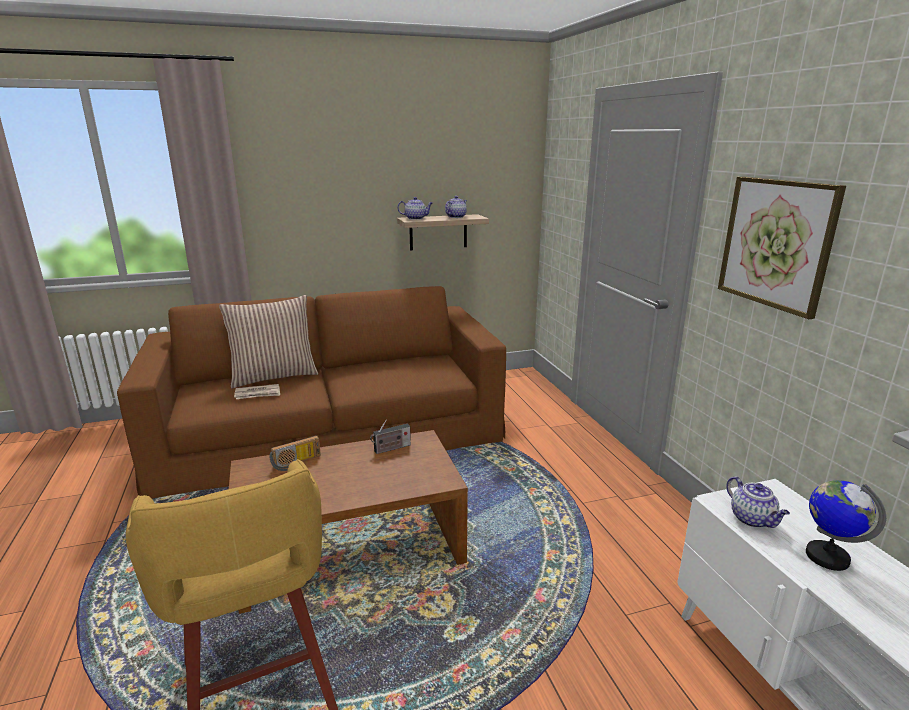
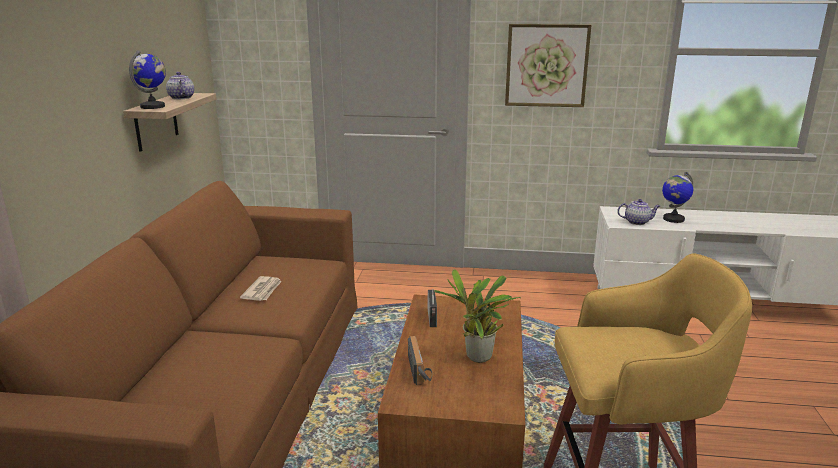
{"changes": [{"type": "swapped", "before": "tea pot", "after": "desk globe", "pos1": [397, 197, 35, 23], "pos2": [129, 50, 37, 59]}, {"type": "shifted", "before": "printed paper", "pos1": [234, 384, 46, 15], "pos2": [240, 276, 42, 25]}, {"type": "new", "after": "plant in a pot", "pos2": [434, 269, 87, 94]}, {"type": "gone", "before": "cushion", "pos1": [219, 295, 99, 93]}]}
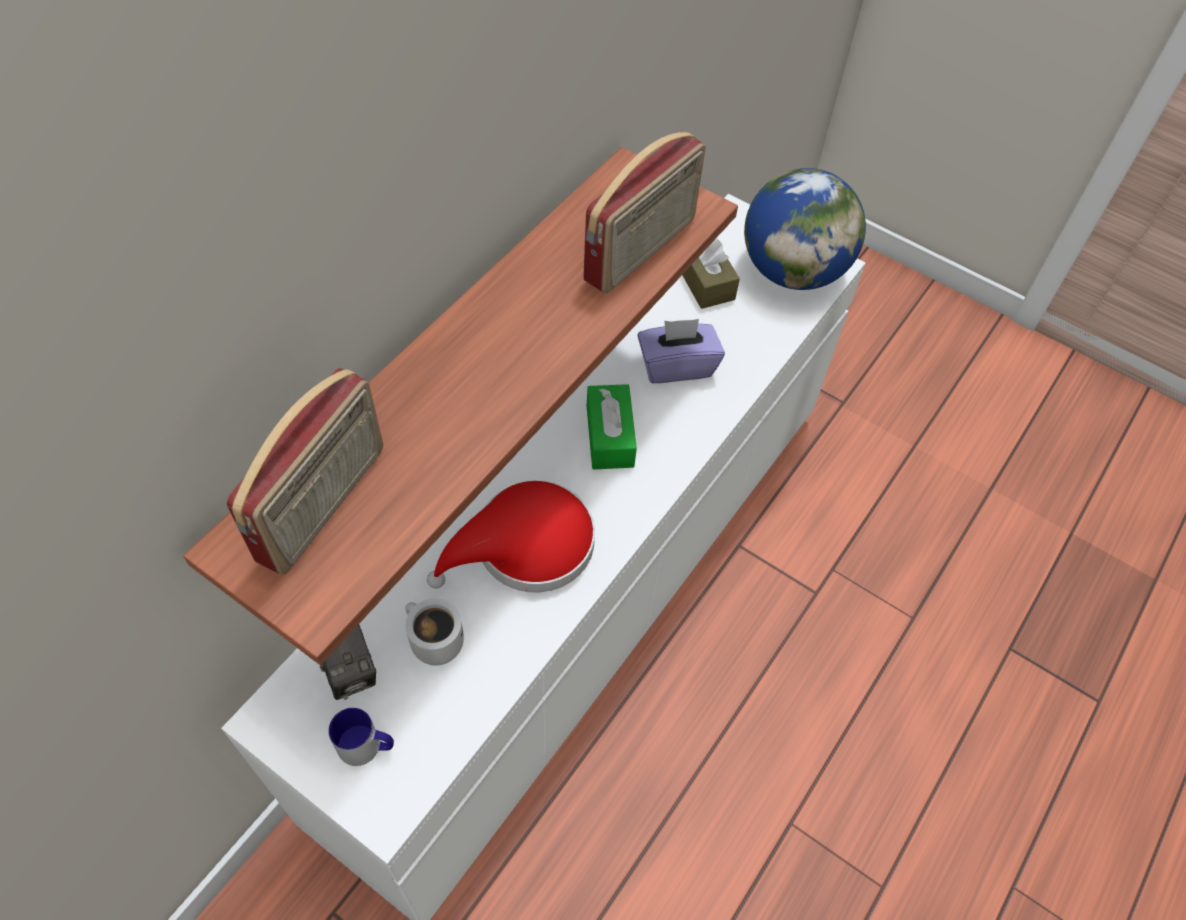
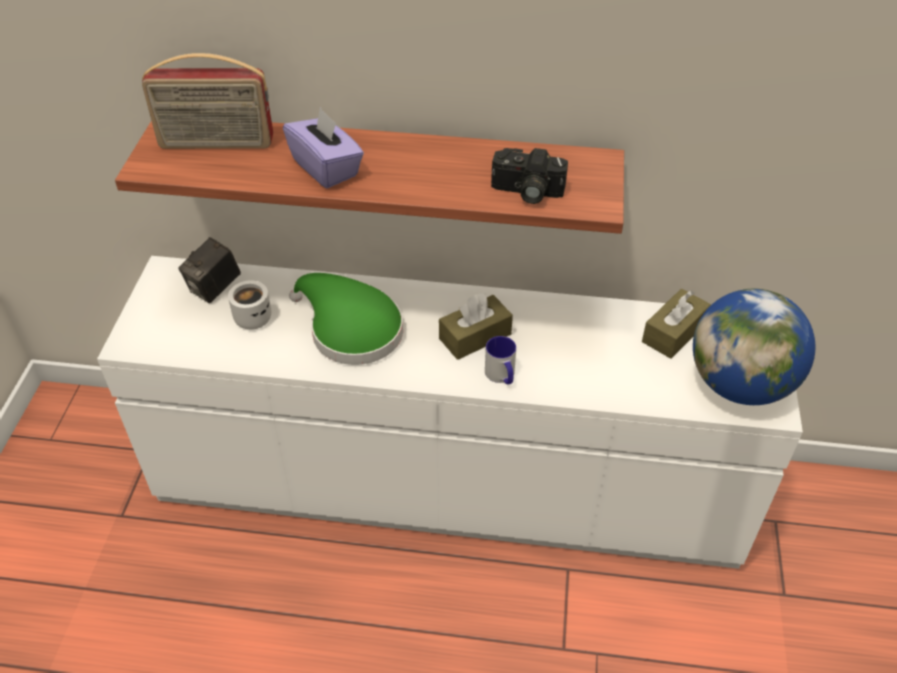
{"changes": [{"type": "shifted", "before": "purple-coloured box of tissues", "pos1": [637, 319, 88, 64], "pos2": [283, 107, 81, 82]}, {"type": "repainted", "before": "red-coloured wearable hat", "after": "green wearable hat", "pos1": [427, 481, 168, 112], "pos2": [289, 273, 114, 92]}, {"type": "repainted", "before": "green box of tissues", "after": "brownish box of tissues", "pos1": [587, 384, 50, 85], "pos2": [439, 293, 74, 67]}, {"type": "shifted", "before": "mug", "pos1": [328, 708, 66, 58], "pos2": [485, 336, 31, 48]}, {"type": "swapped", "before": "radio", "after": "photo camera", "pos1": [583, 131, 123, 162], "pos2": [491, 148, 77, 56]}]}
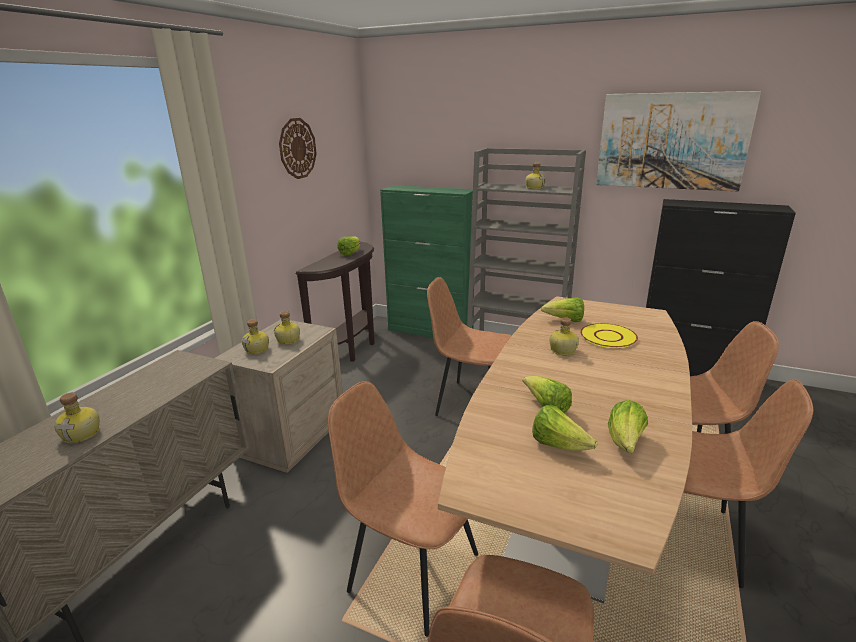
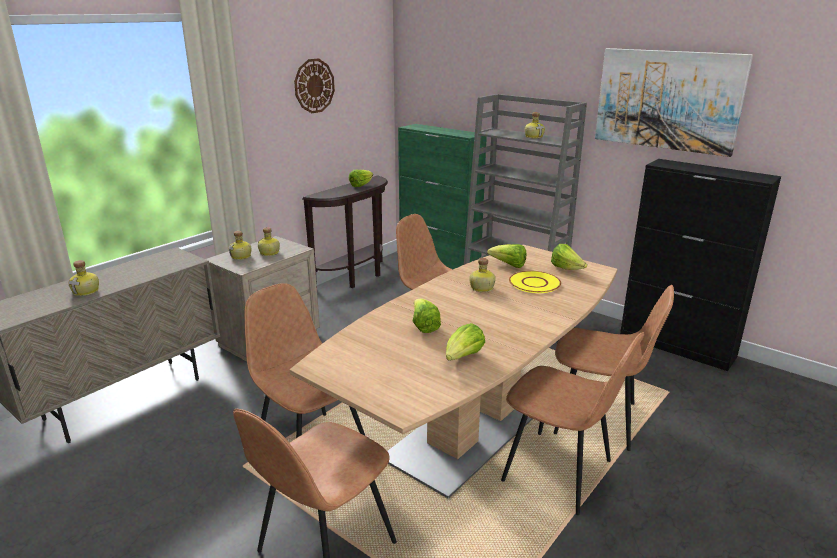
{"changes": [{"type": "shifted", "before": "lettuce", "pos1": [532, 405, 66, 46], "pos2": [551, 244, 36, 26]}]}
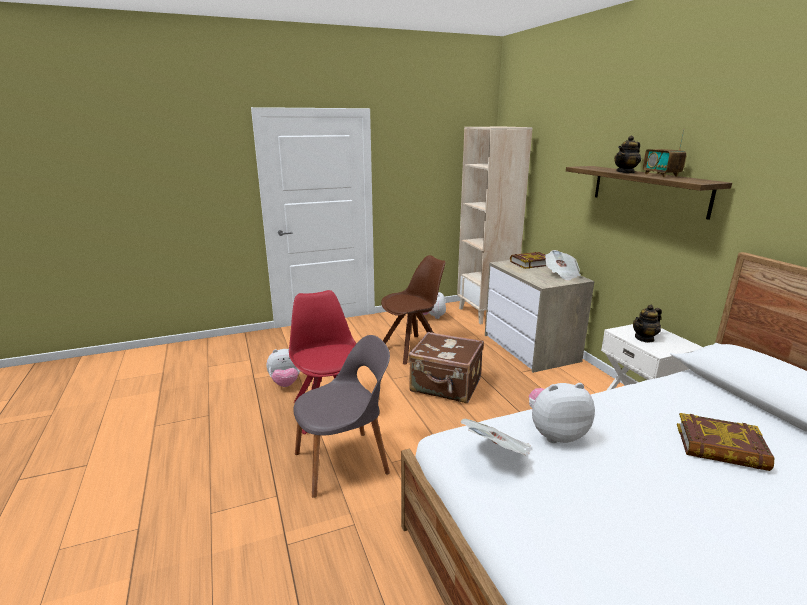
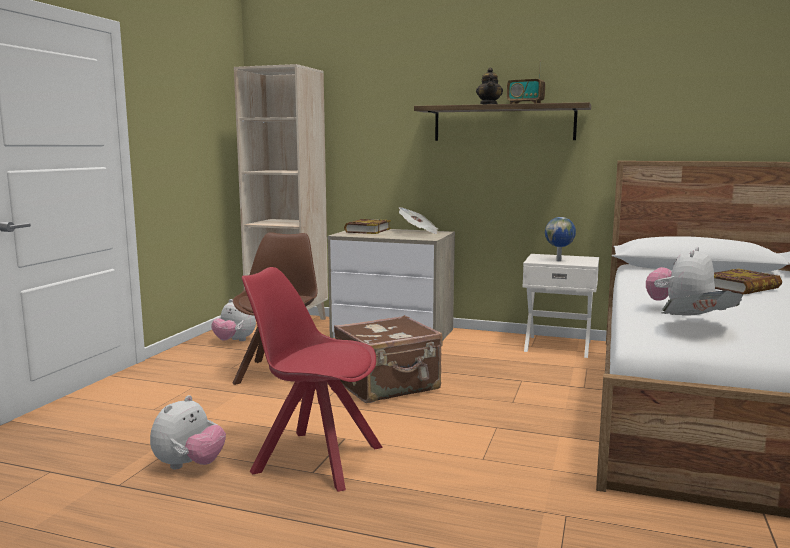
{"changes": [{"type": "swapped", "before": "tea pot", "after": "desk globe", "pos1": [633, 305, 29, 38], "pos2": [545, 217, 31, 44]}, {"type": "gone", "before": "grey upright chair", "pos1": [293, 335, 97, 163]}]}
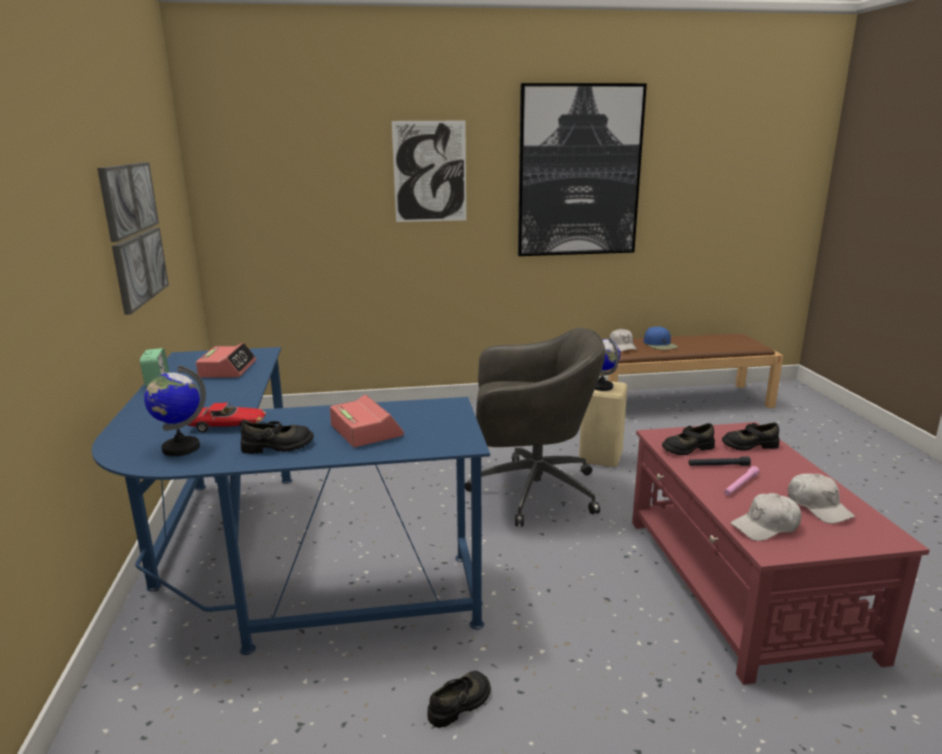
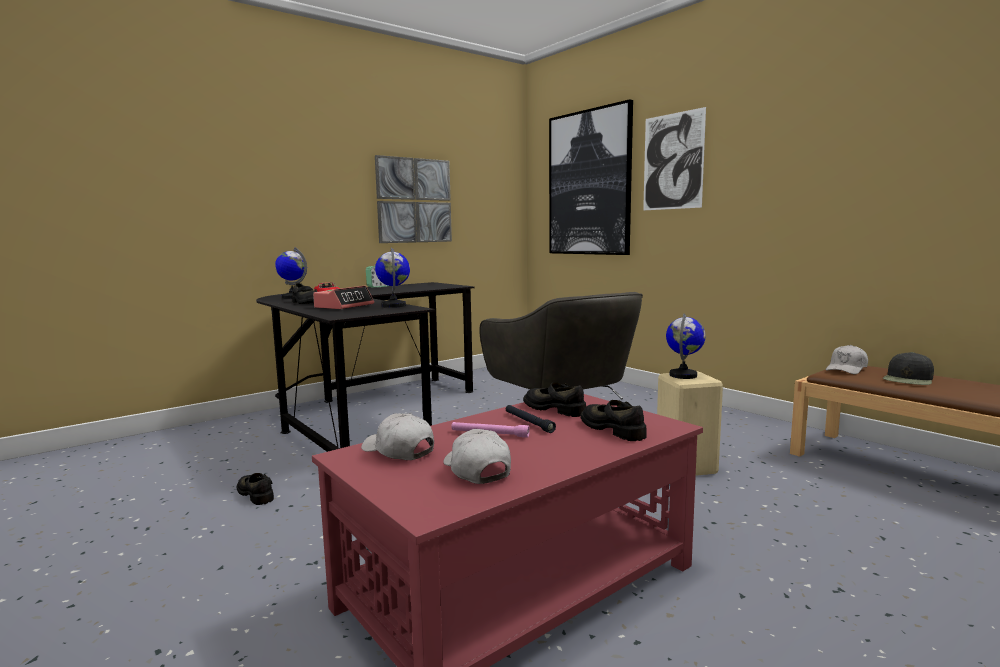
{"changes": [{"type": "rotated", "before": "black item of footwear", "pos1": [427, 671, 64, 57], "pos2": [237, 473, 37, 32], "turn": -150}, {"type": "repainted", "before": "bluish desk", "after": "black desk", "pos1": [92, 347, 398, 308], "pos2": [256, 282, 218, 170]}, {"type": "new", "after": "desk globe", "pos2": [375, 247, 35, 61]}, {"type": "rotated", "before": "whitish cap", "pos1": [788, 474, 67, 50], "pos2": [443, 429, 68, 55], "turn": 120}, {"type": "shifted", "before": "picture", "pos1": [518, 83, 129, 173], "pos2": [549, 99, 84, 156]}, {"type": "repainted", "before": "bluish cap", "after": "black cap", "pos1": [644, 326, 34, 24], "pos2": [883, 352, 51, 33]}, {"type": "gone", "before": "bedside clock", "pos1": [196, 343, 60, 34]}]}
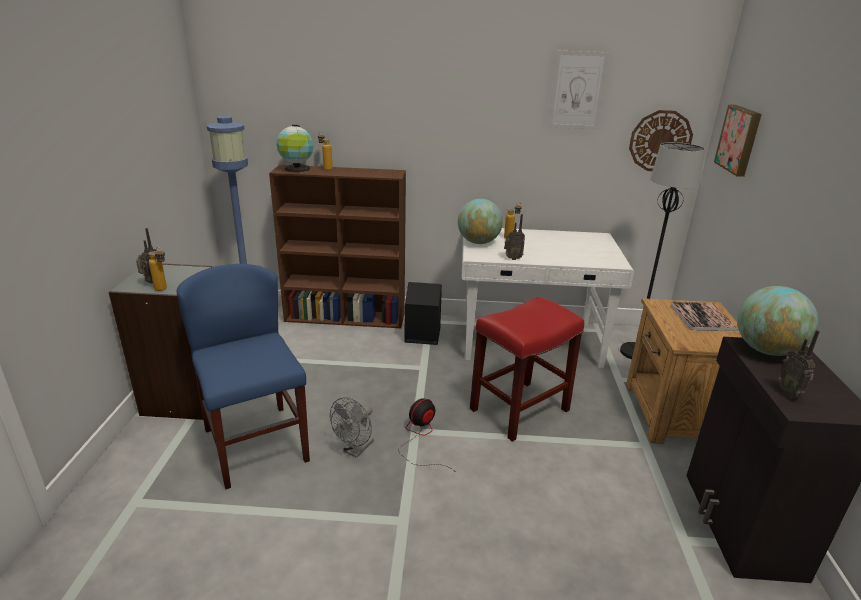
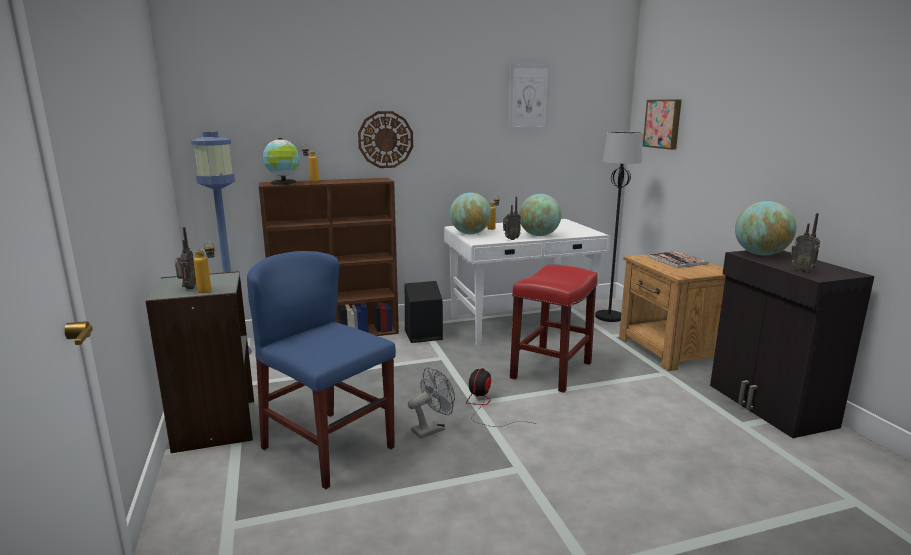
{"changes": [{"type": "shifted", "before": "wall clock", "pos1": [629, 110, 64, 61], "pos2": [358, 111, 55, 57]}, {"type": "rotated", "before": "grey cooling fan", "pos1": [330, 397, 44, 61], "pos2": [408, 367, 47, 72], "turn": -135}, {"type": "new", "after": "desk globe", "pos2": [519, 194, 43, 42]}]}
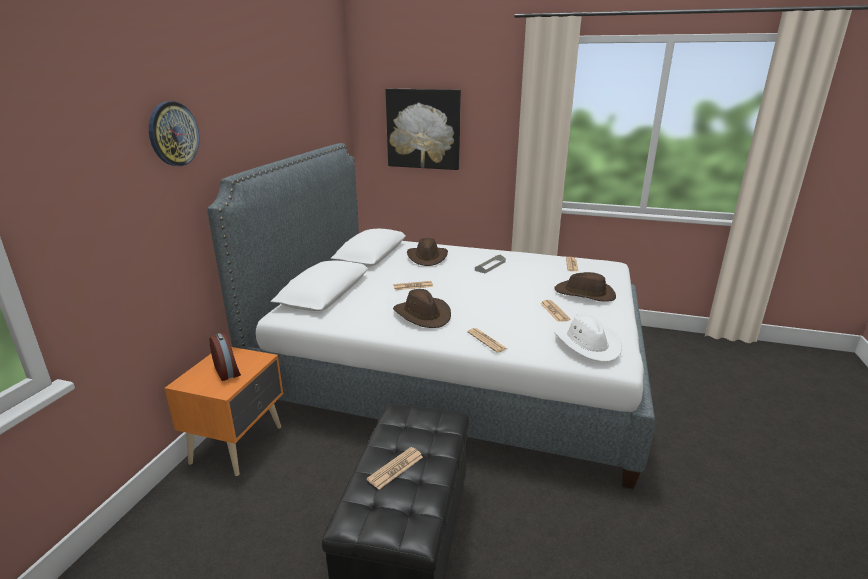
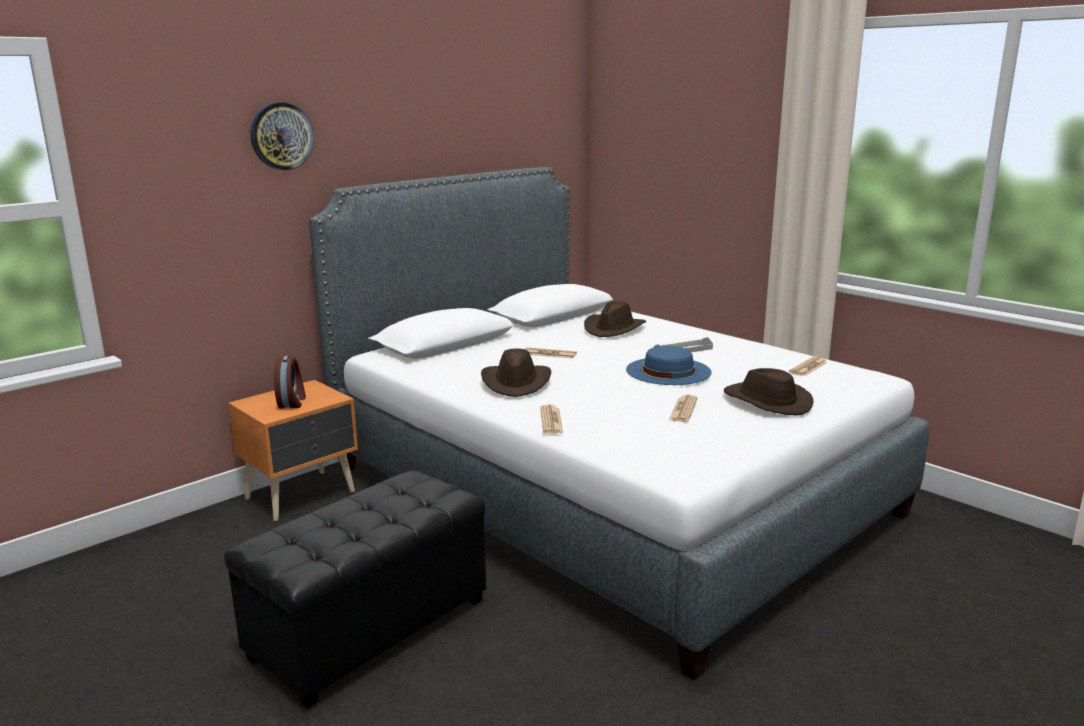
{"changes": [{"type": "new", "after": "bluish wearable hat", "pos2": [626, 346, 86, 39]}, {"type": "gone", "before": "printed paper", "pos1": [367, 447, 56, 43]}, {"type": "gone", "before": "picture", "pos1": [385, 89, 76, 81]}, {"type": "gone", "before": "whitish wearable hat", "pos1": [554, 314, 68, 48]}]}
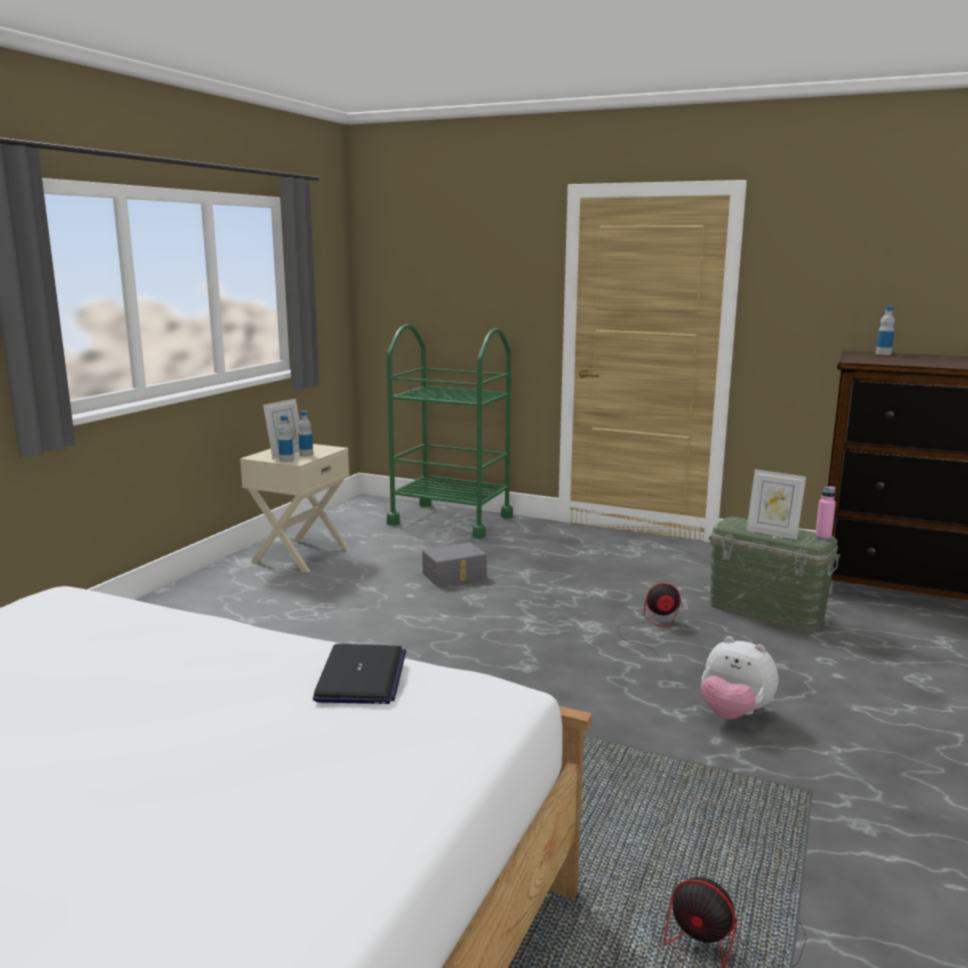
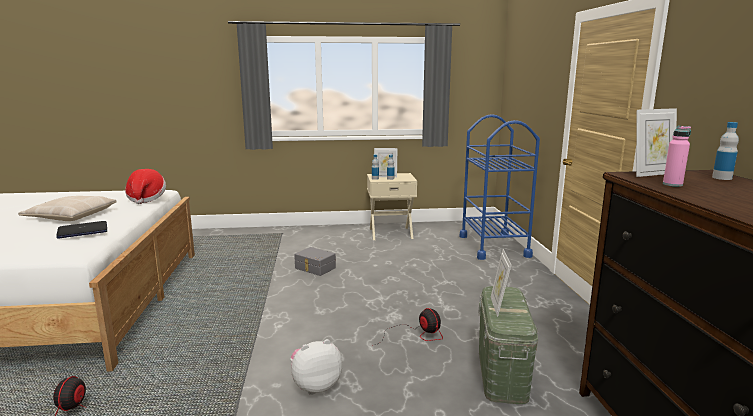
{"changes": [{"type": "new", "after": "sand-coloured cushion", "pos2": [18, 196, 99, 25]}, {"type": "new", "after": "wearable hat", "pos2": [125, 169, 41, 35]}, {"type": "rotated", "before": "plush toy", "pos1": [701, 636, 77, 83], "pos2": [290, 339, 52, 56], "turn": 60}, {"type": "shifted", "before": "grey storage box", "pos1": [422, 542, 65, 44], "pos2": [294, 247, 42, 29]}, {"type": "repainted", "before": "green trolley", "after": "bluish trolley", "pos1": [387, 324, 126, 215], "pos2": [460, 114, 80, 146]}, {"type": "new", "after": "picture frame", "pos2": [636, 108, 41, 69]}, {"type": "shifted", "before": "pinkish drink bottle", "pos1": [815, 486, 21, 53], "pos2": [663, 126, 28, 61]}]}
